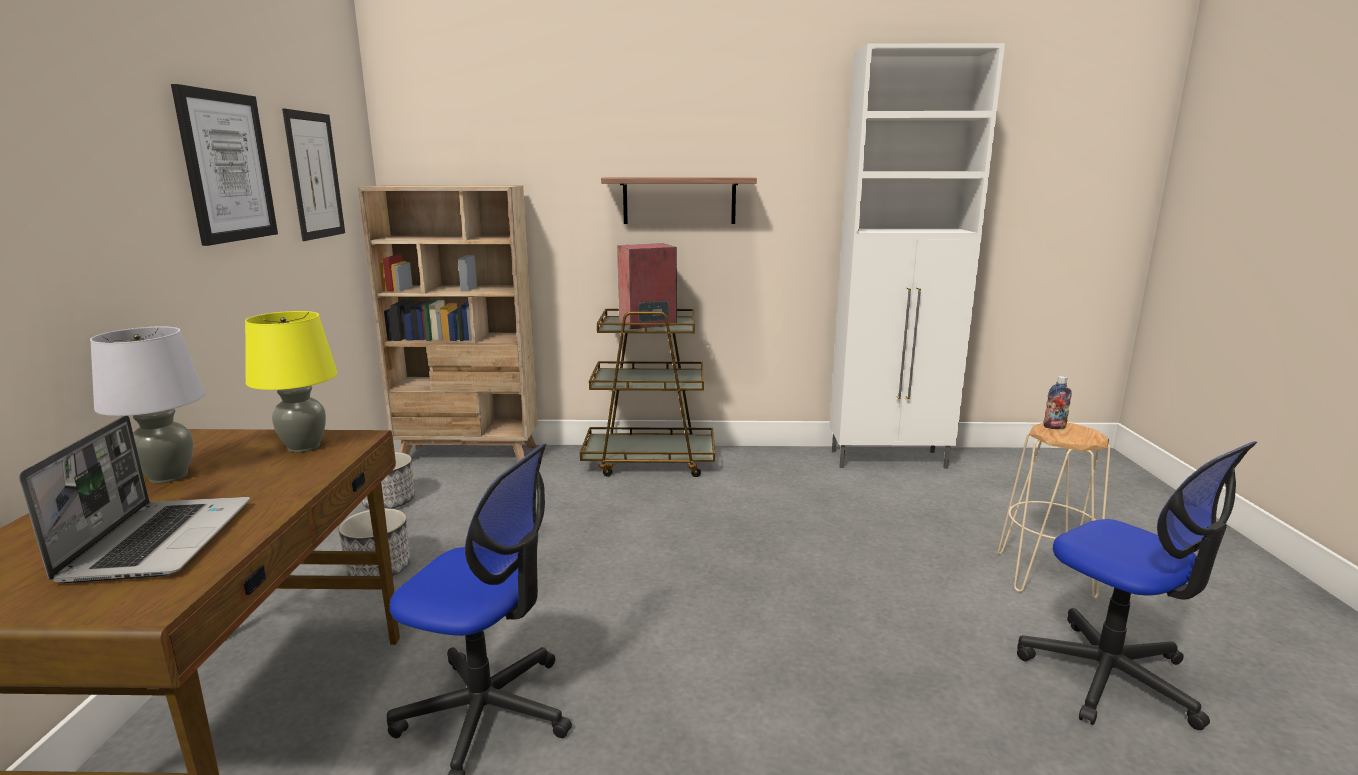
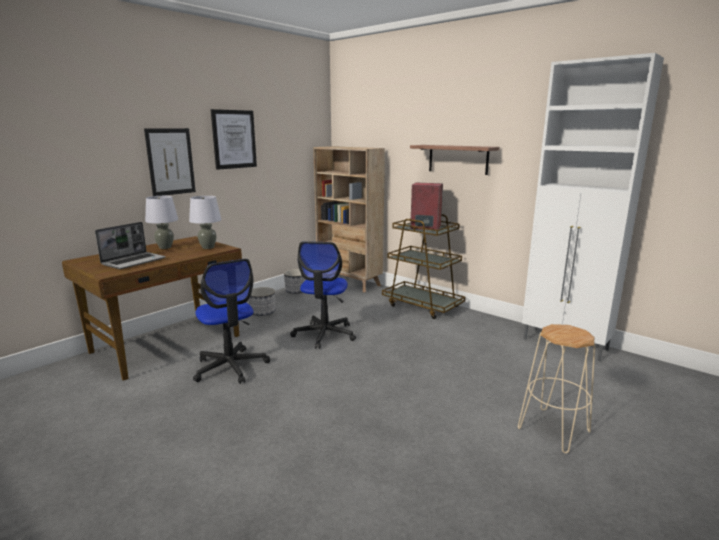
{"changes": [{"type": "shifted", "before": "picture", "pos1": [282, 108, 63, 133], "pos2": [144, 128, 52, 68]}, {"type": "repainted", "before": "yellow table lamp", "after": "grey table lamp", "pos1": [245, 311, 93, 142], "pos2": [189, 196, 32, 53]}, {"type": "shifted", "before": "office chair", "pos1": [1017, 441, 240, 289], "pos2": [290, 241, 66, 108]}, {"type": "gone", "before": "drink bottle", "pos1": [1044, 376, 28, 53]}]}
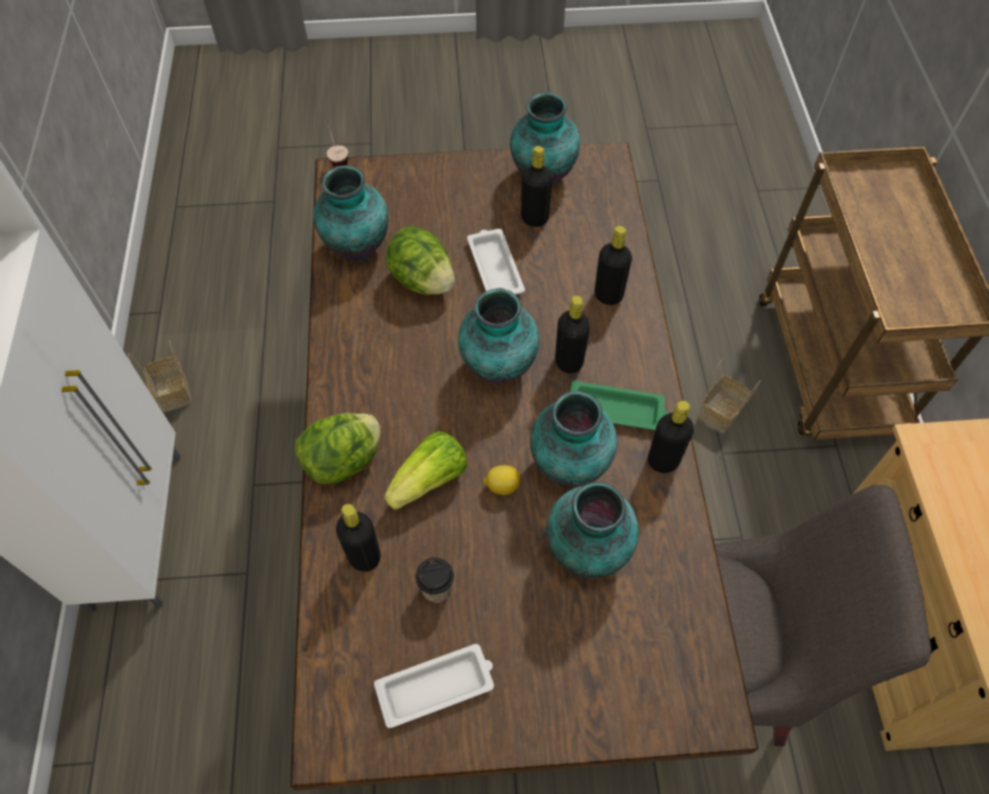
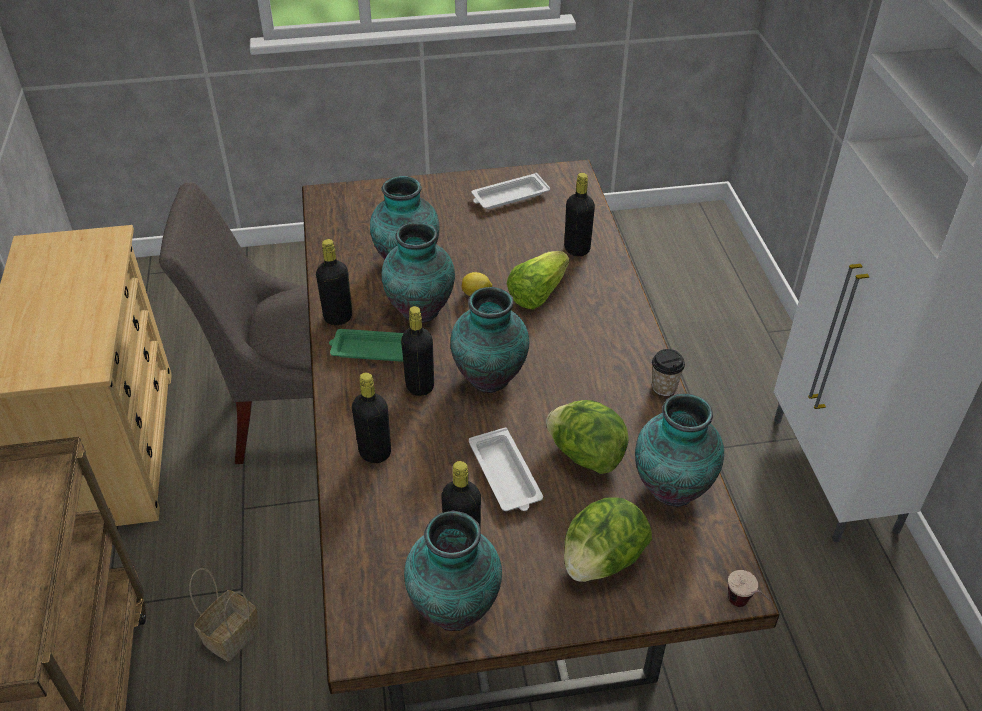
{"changes": [{"type": "shifted", "before": "lettuce", "pos1": [294, 413, 87, 71], "pos2": [564, 497, 88, 85]}, {"type": "shifted", "before": "cup", "pos1": [415, 557, 39, 46], "pos2": [652, 349, 33, 47]}, {"type": "gone", "before": "household basket", "pos1": [128, 341, 64, 71]}]}
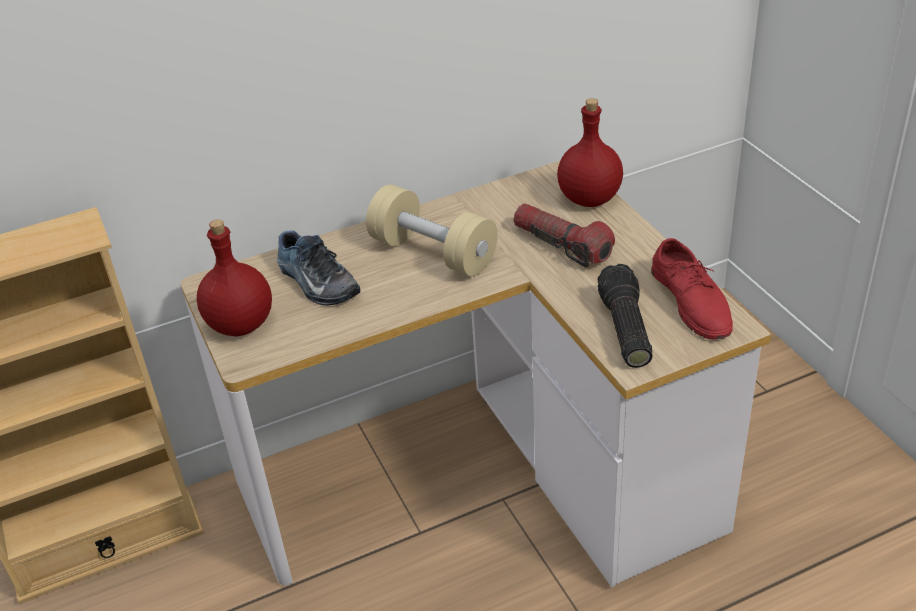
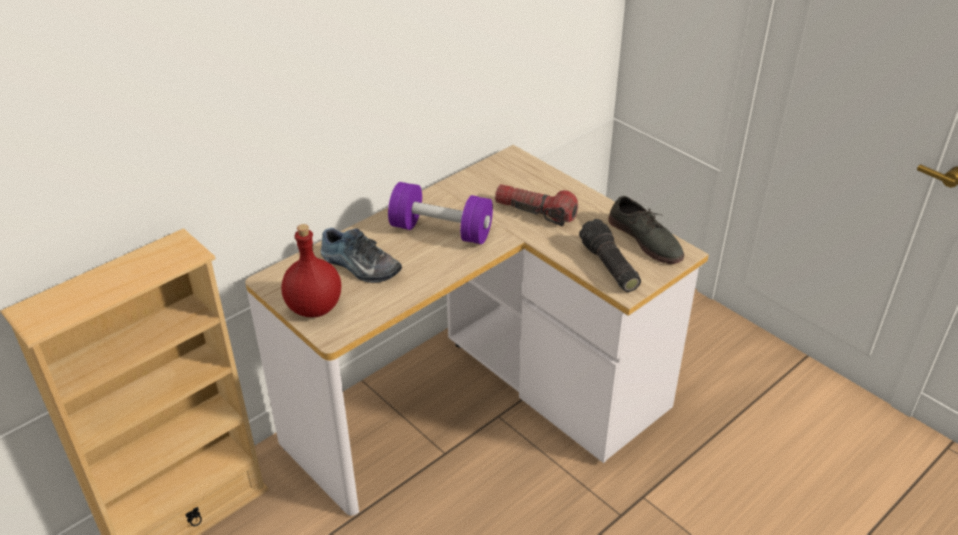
{"changes": [{"type": "repainted", "before": "sand-coloured hand weight", "after": "purple-coloured hand weight", "pos1": [366, 185, 132, 92], "pos2": [388, 182, 105, 62]}, {"type": "repainted", "before": "red-coloured item of footwear", "after": "grey item of footwear", "pos1": [651, 238, 82, 102], "pos2": [608, 196, 76, 68]}, {"type": "gone", "before": "red-coloured drink bottle", "pos1": [557, 98, 66, 109]}]}
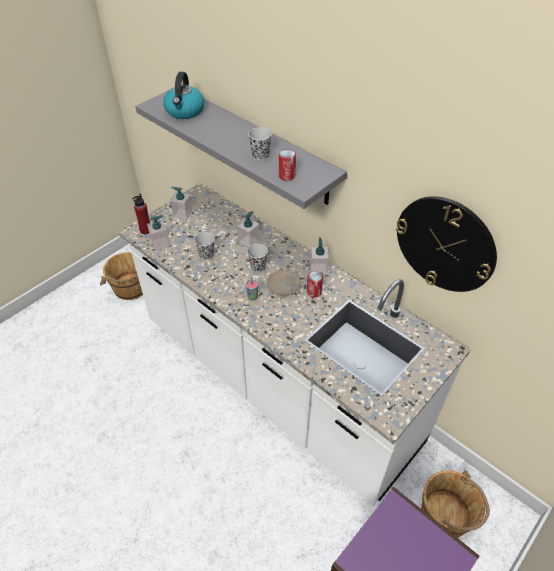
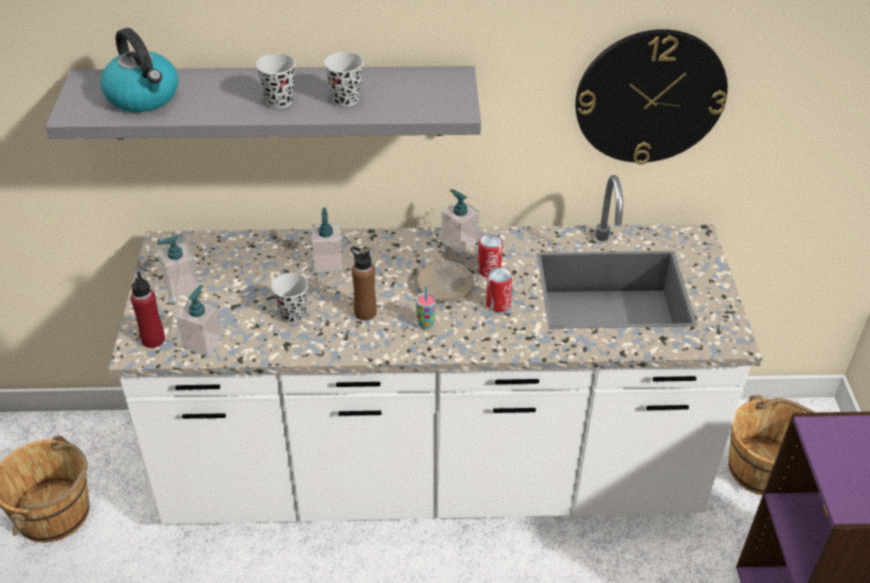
{"changes": [{"type": "shifted", "before": "black cup", "pos1": [247, 244, 21, 28], "pos2": [256, 54, 39, 55]}, {"type": "new", "after": "brownish drink bottle", "pos2": [350, 247, 27, 73]}, {"type": "shifted", "before": "metal can", "pos1": [279, 149, 17, 32], "pos2": [486, 267, 27, 45]}]}
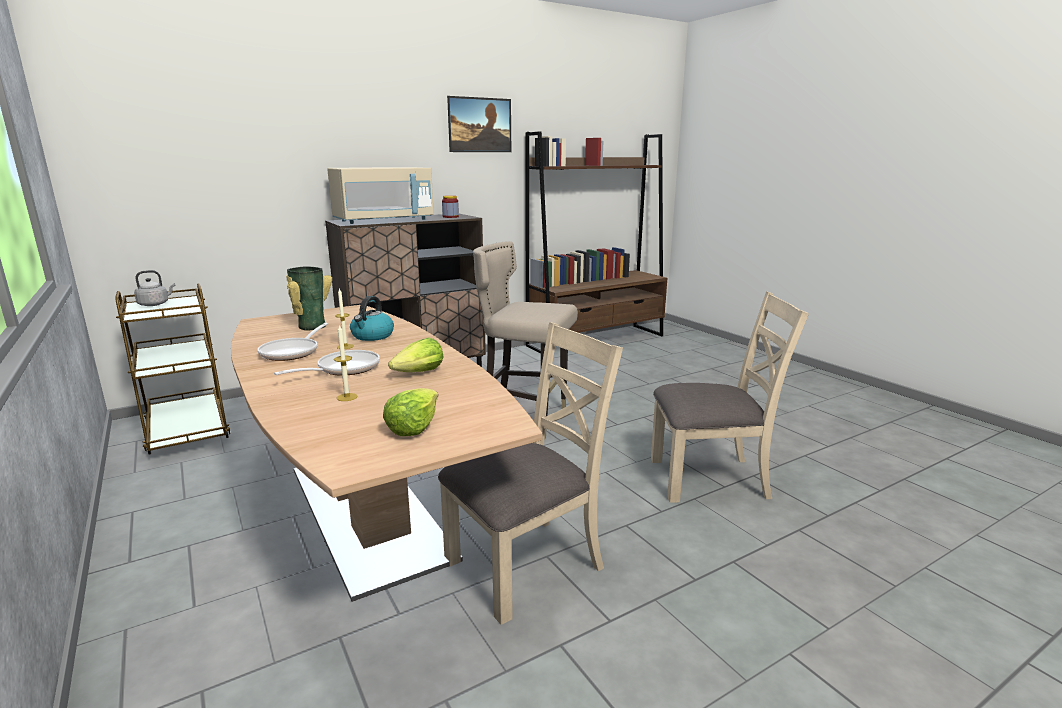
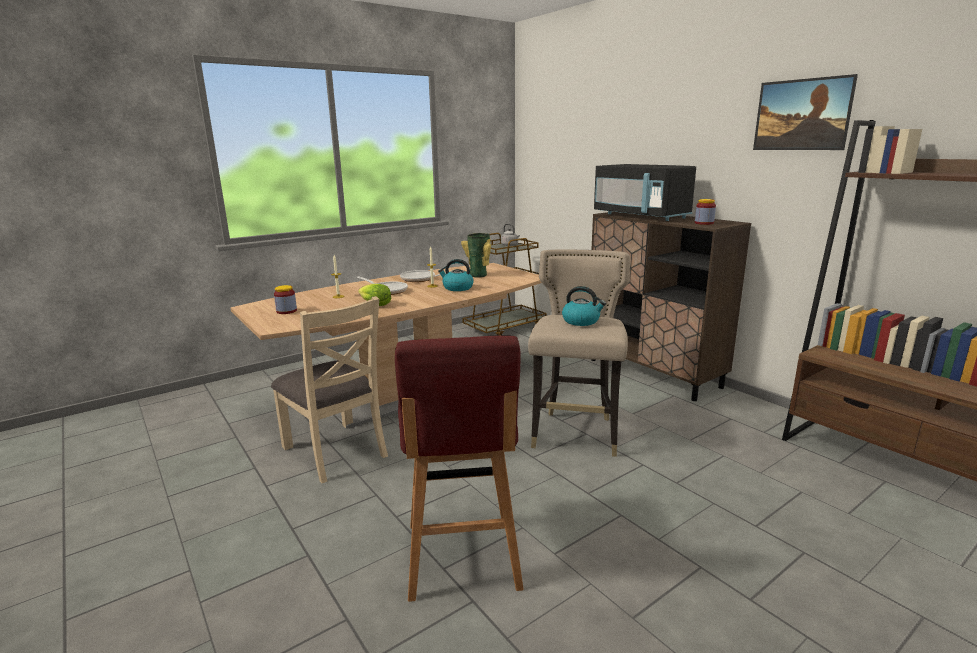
{"changes": [{"type": "swapped", "before": "lettuce", "after": "jar", "pos1": [383, 388, 55, 48], "pos2": [274, 285, 23, 29]}, {"type": "swapped", "before": "sand-coloured upright chair", "after": "red-coloured stool seat", "pos1": [651, 291, 158, 211], "pos2": [395, 336, 129, 266]}, {"type": "new", "after": "kettle", "pos2": [562, 286, 44, 40]}, {"type": "repainted", "before": "sand-coloured kitchen microwave", "after": "black kitchen microwave", "pos1": [327, 167, 107, 57], "pos2": [594, 164, 102, 57]}]}
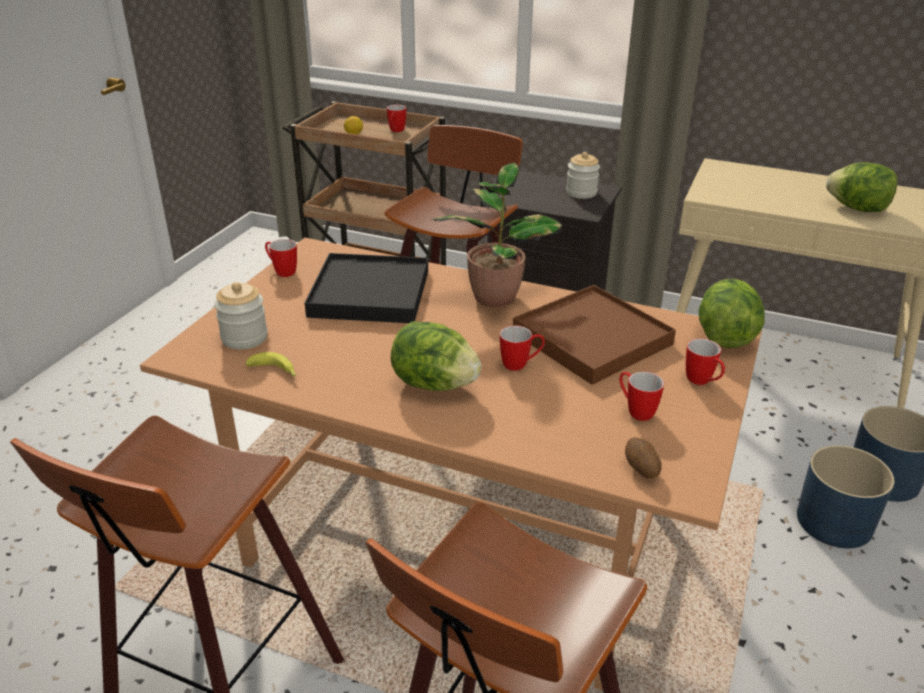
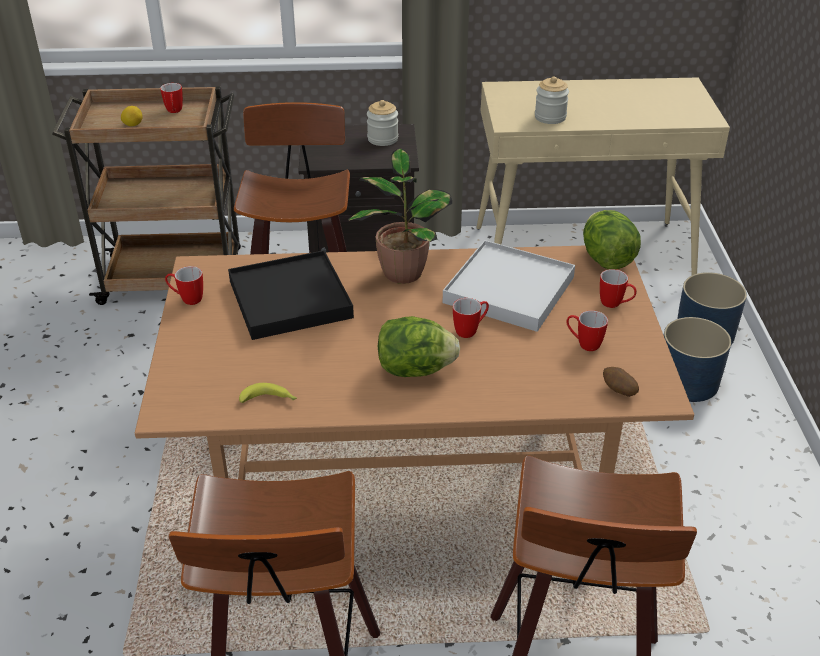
{"changes": [{"type": "repainted", "before": "brownish carrying tray", "after": "whitish carrying tray", "pos1": [513, 285, 163, 100], "pos2": [443, 240, 132, 92]}, {"type": "shifted", "before": "jar", "pos1": [214, 282, 54, 67], "pos2": [535, 76, 34, 48]}, {"type": "gone", "before": "lettuce", "pos1": [826, 162, 71, 50]}]}
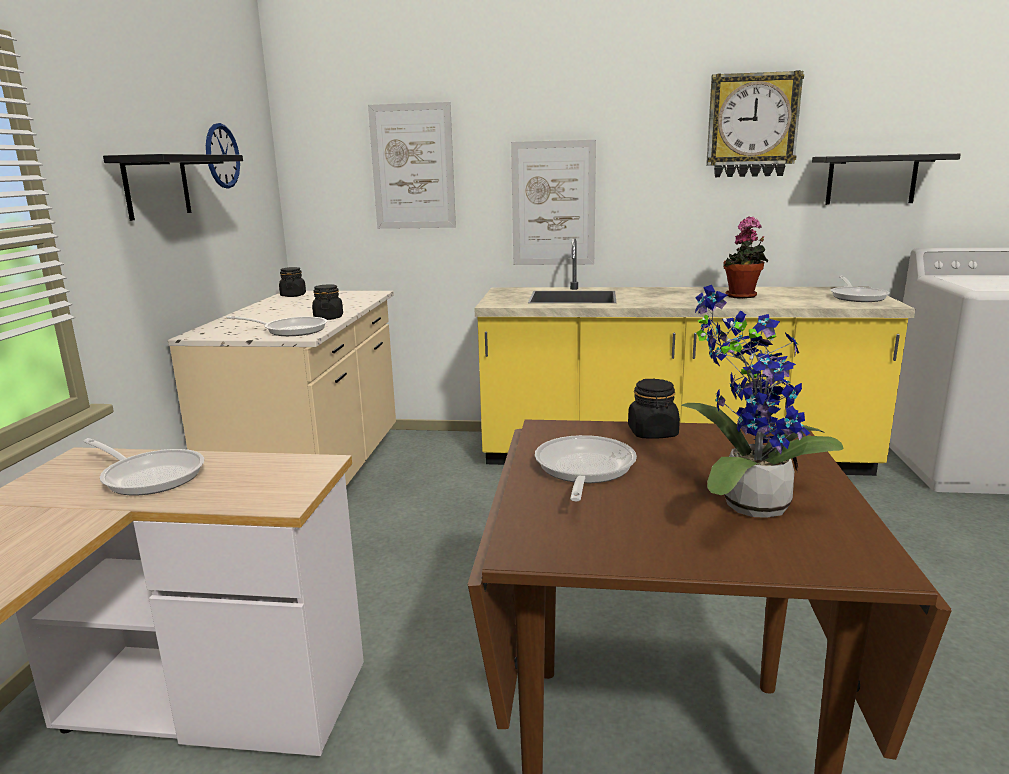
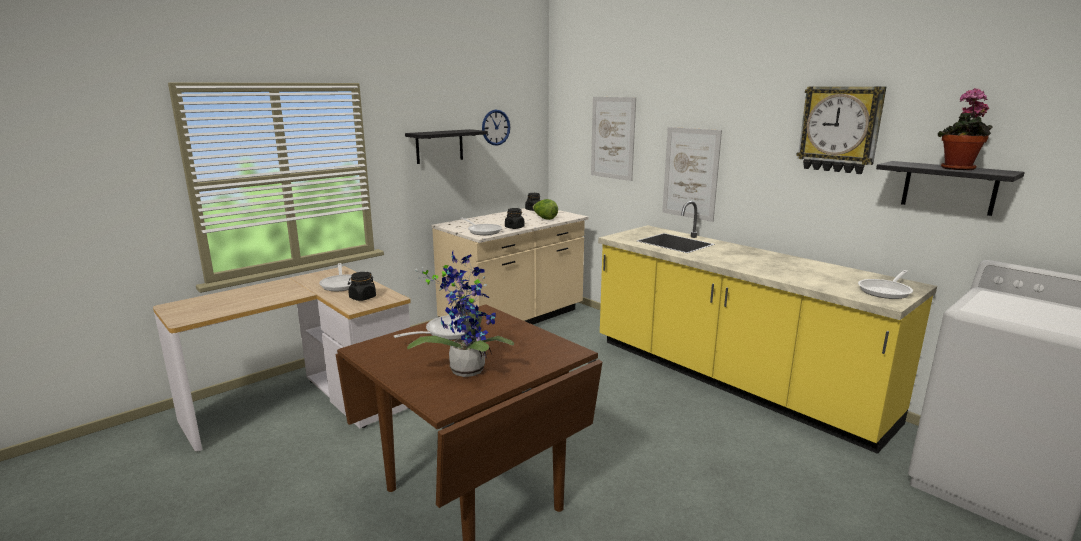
{"changes": [{"type": "shifted", "before": "black jar", "pos1": [628, 379, 52, 60], "pos2": [348, 272, 28, 29]}, {"type": "new", "after": "lettuce", "pos2": [533, 199, 25, 21]}, {"type": "shifted", "before": "plant in a pot", "pos1": [723, 216, 45, 83], "pos2": [938, 88, 55, 82]}]}
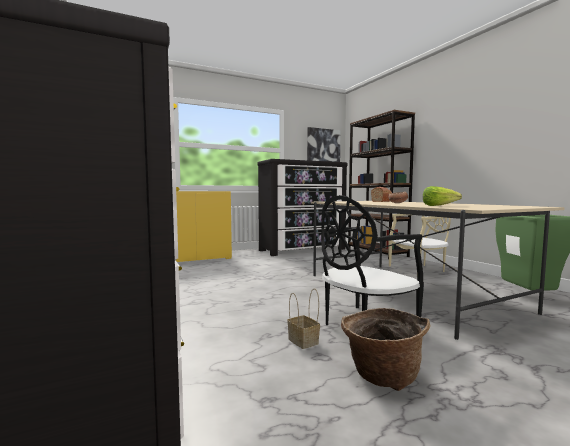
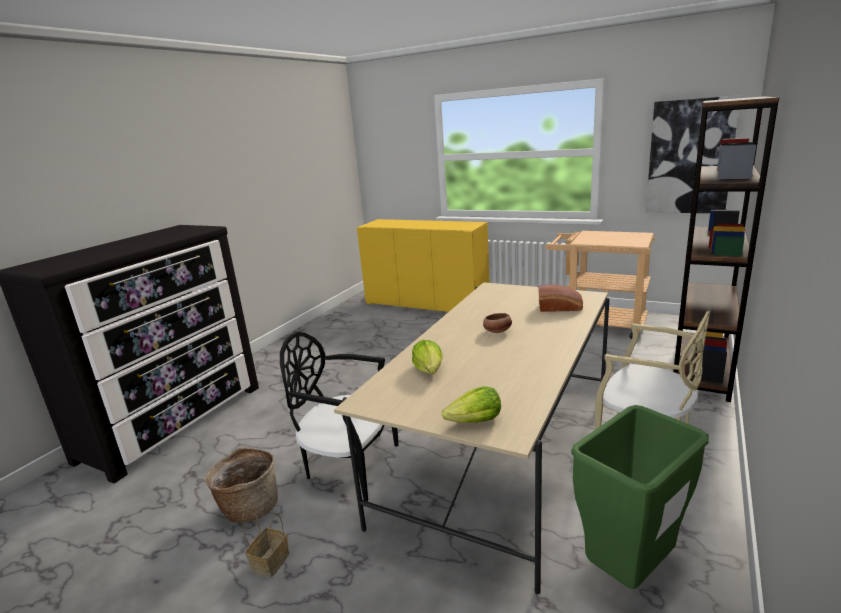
{"changes": [{"type": "shifted", "before": "household basket", "pos1": [287, 289, 33, 60], "pos2": [242, 507, 47, 71]}, {"type": "new", "after": "lettuce", "pos2": [442, 386, 59, 37]}, {"type": "swapped", "before": "dresser", "after": "sand-coloured trolley", "pos1": [258, 159, 89, 97], "pos2": [545, 231, 110, 108]}]}
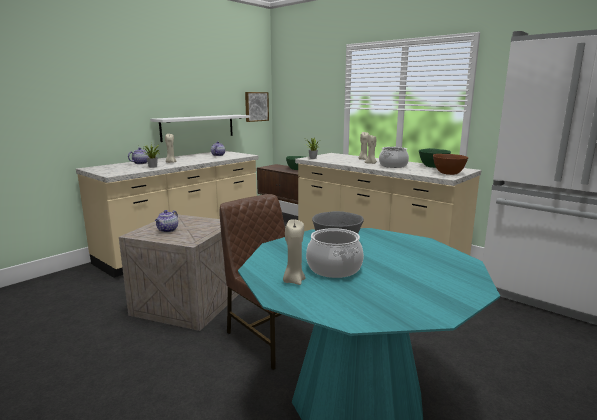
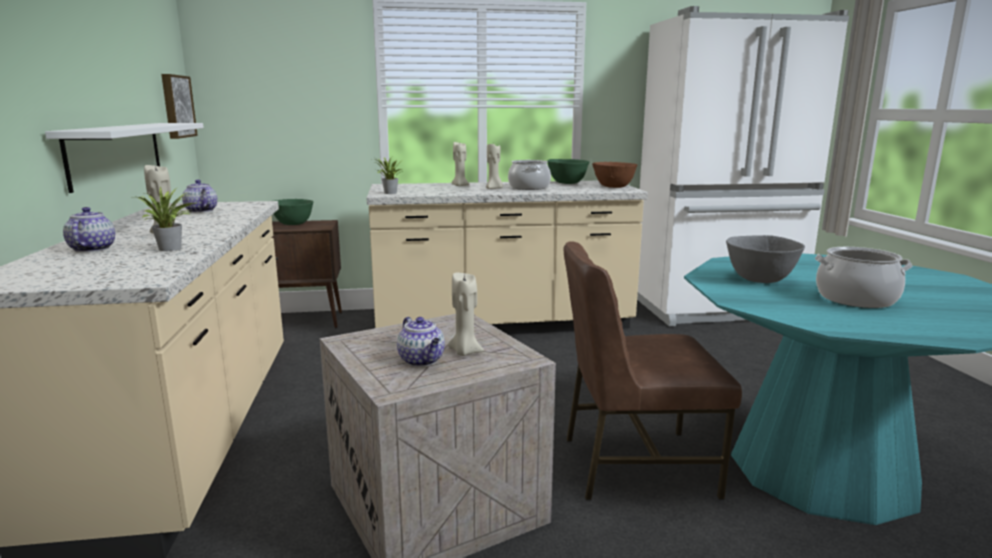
{"changes": [{"type": "shifted", "before": "sand-coloured wax light", "pos1": [283, 219, 22, 66], "pos2": [448, 271, 36, 85]}]}
